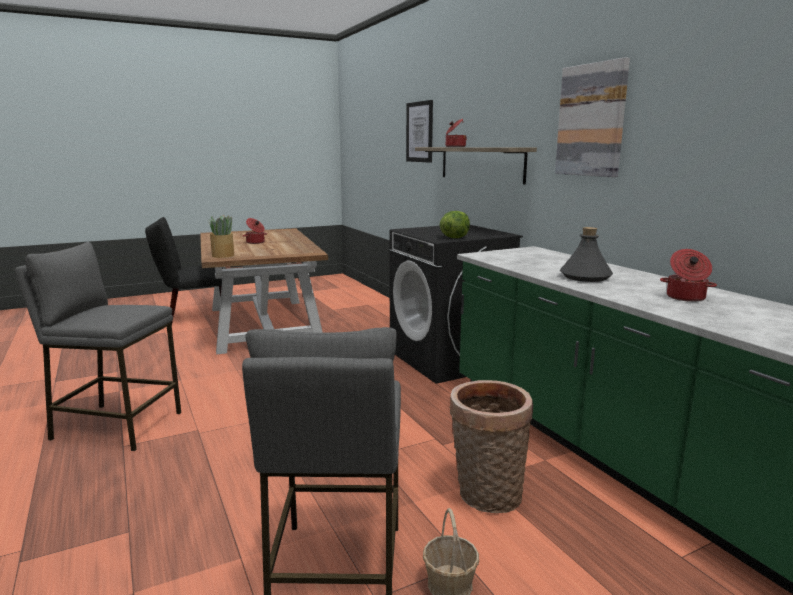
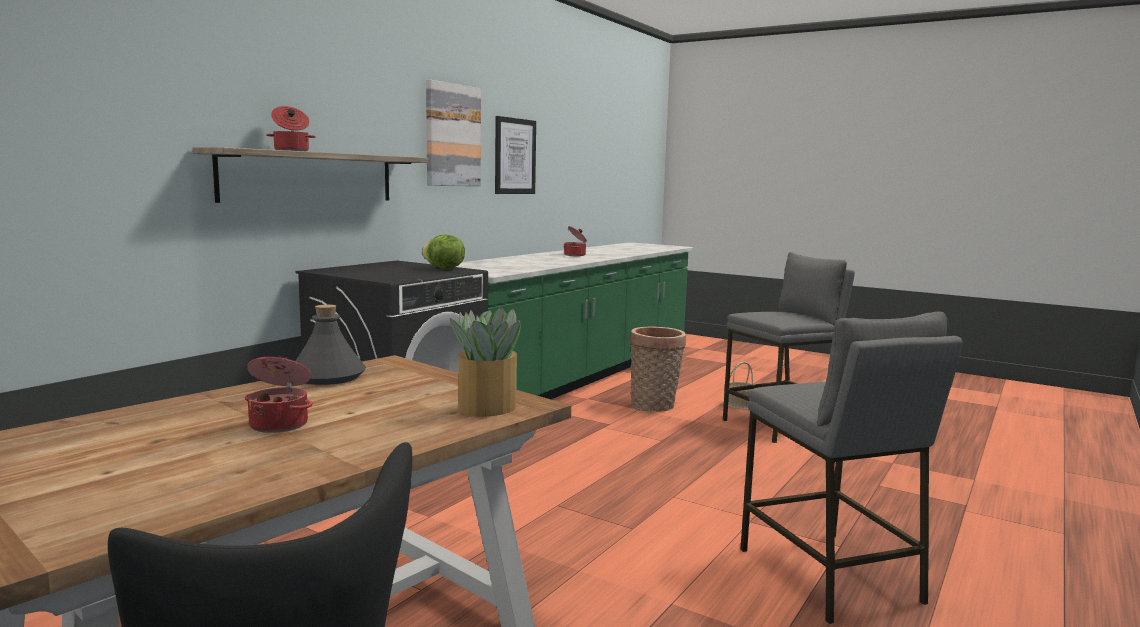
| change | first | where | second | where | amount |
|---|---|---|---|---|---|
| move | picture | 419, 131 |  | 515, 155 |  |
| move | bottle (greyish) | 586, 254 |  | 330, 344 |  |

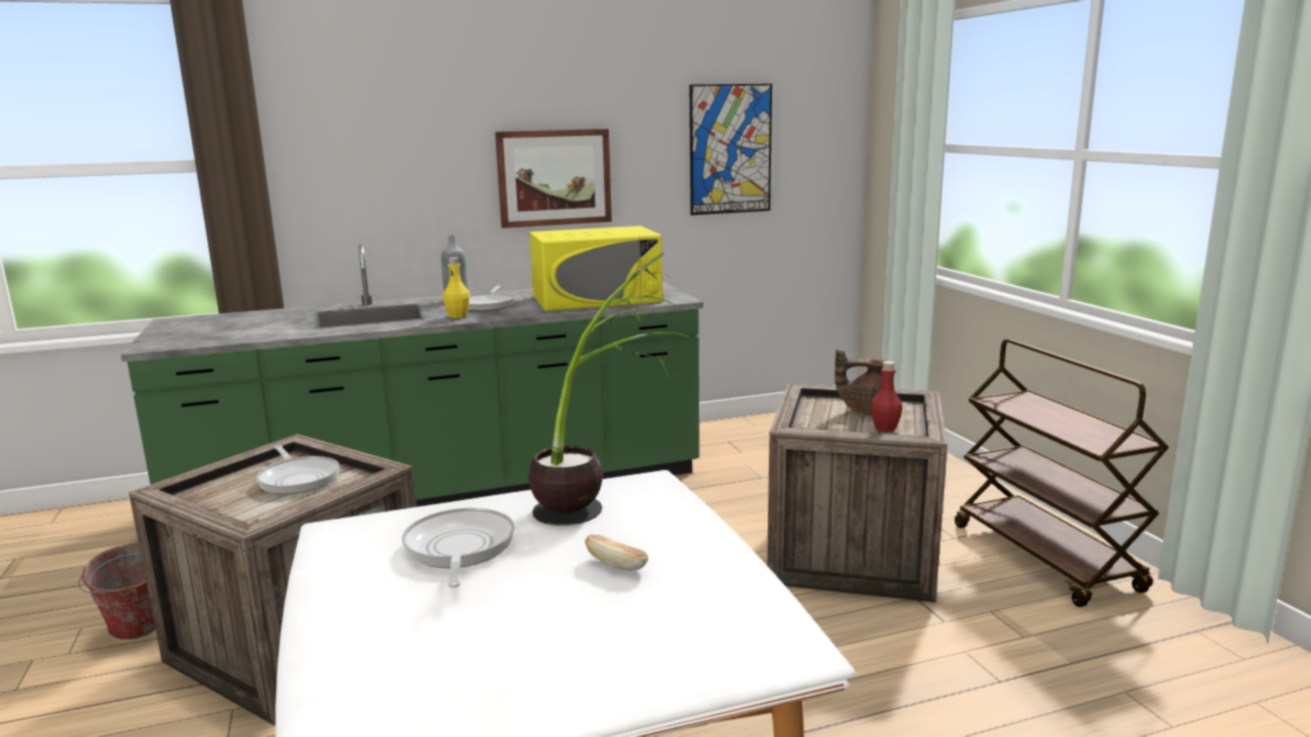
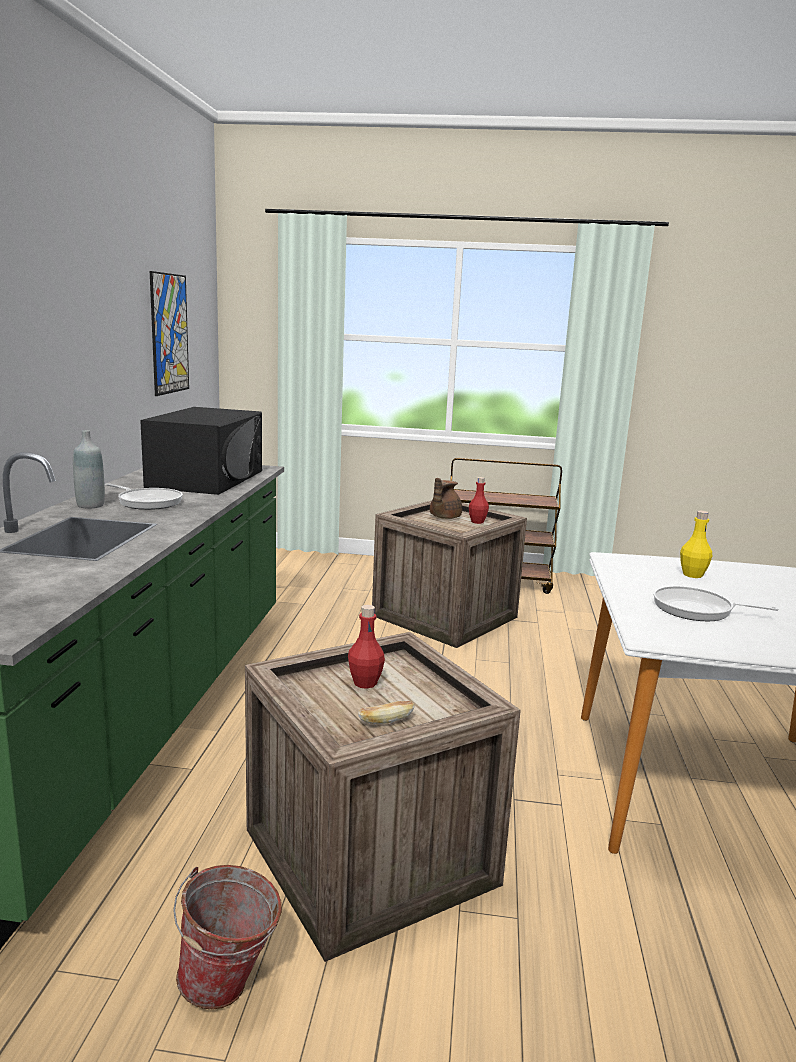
| change | first | where | second | where | amount |
|---|---|---|---|---|---|
| delete | picture | 553, 178 |  |  |  |
| recolor | microwave (yellow-coloured) | 596, 268 | microwave (black-coloured) | 201, 451 |  |
| delete | plant in a pot | 609, 389 |  |  |  |
| move | bottle (yellow-coloured) | 456, 287 |  | 696, 544 |  |
| replace | frying pan | 297, 469 | bottle (red) | 366, 647 |  |
| move | bakery bread | 616, 552 |  | 386, 712 |  |

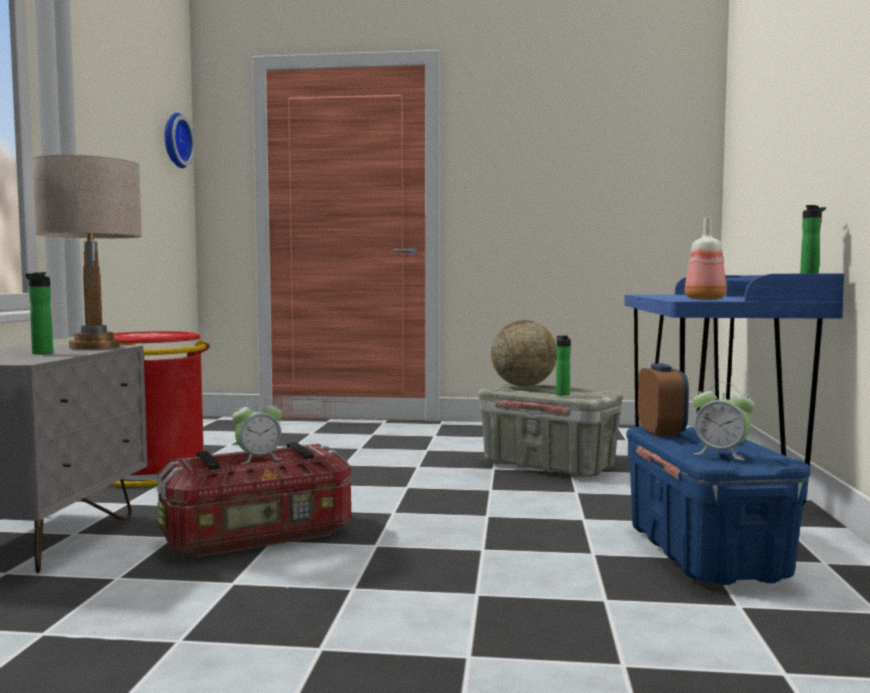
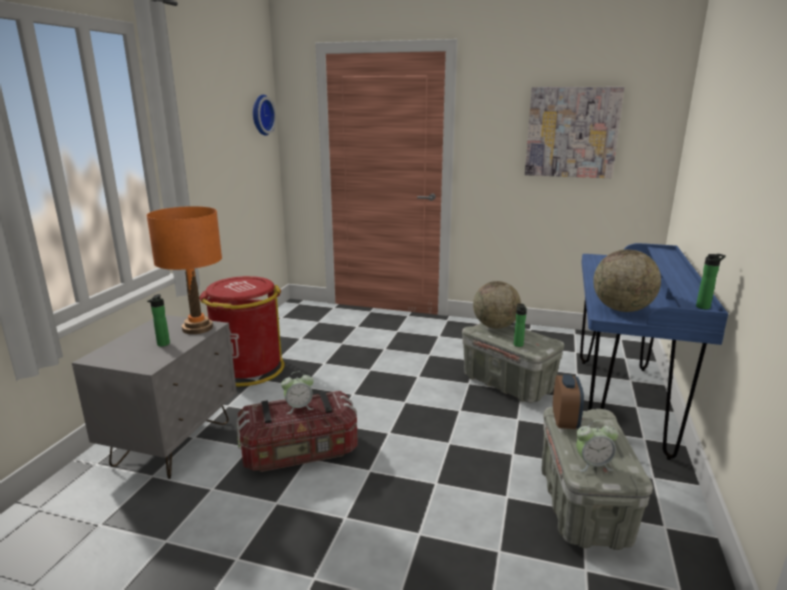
| change | first | where | second | where | amount |
|---|---|---|---|---|---|
| recolor | table lamp (beige) | 87, 252 | table lamp (orangey) | 184, 270 |  |
| replace | bottle | 705, 259 | world globe | 627, 281 |  |
| rotate | alarm clock | 724, 421 |  | 597, 446 | 45 degrees counterclockwise |
| recolor | storage box (bluish) | 718, 506 | storage box (greyish) | 597, 478 |  |
| insert |  |  | picture | 574, 132 |  |

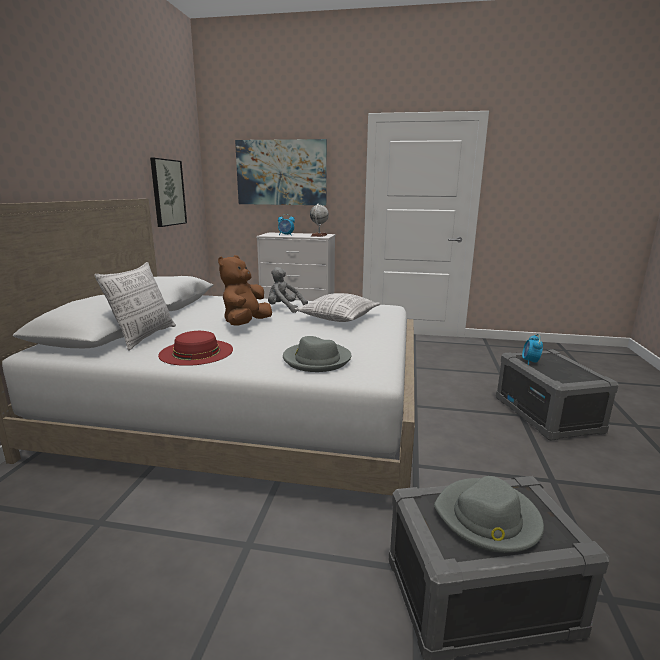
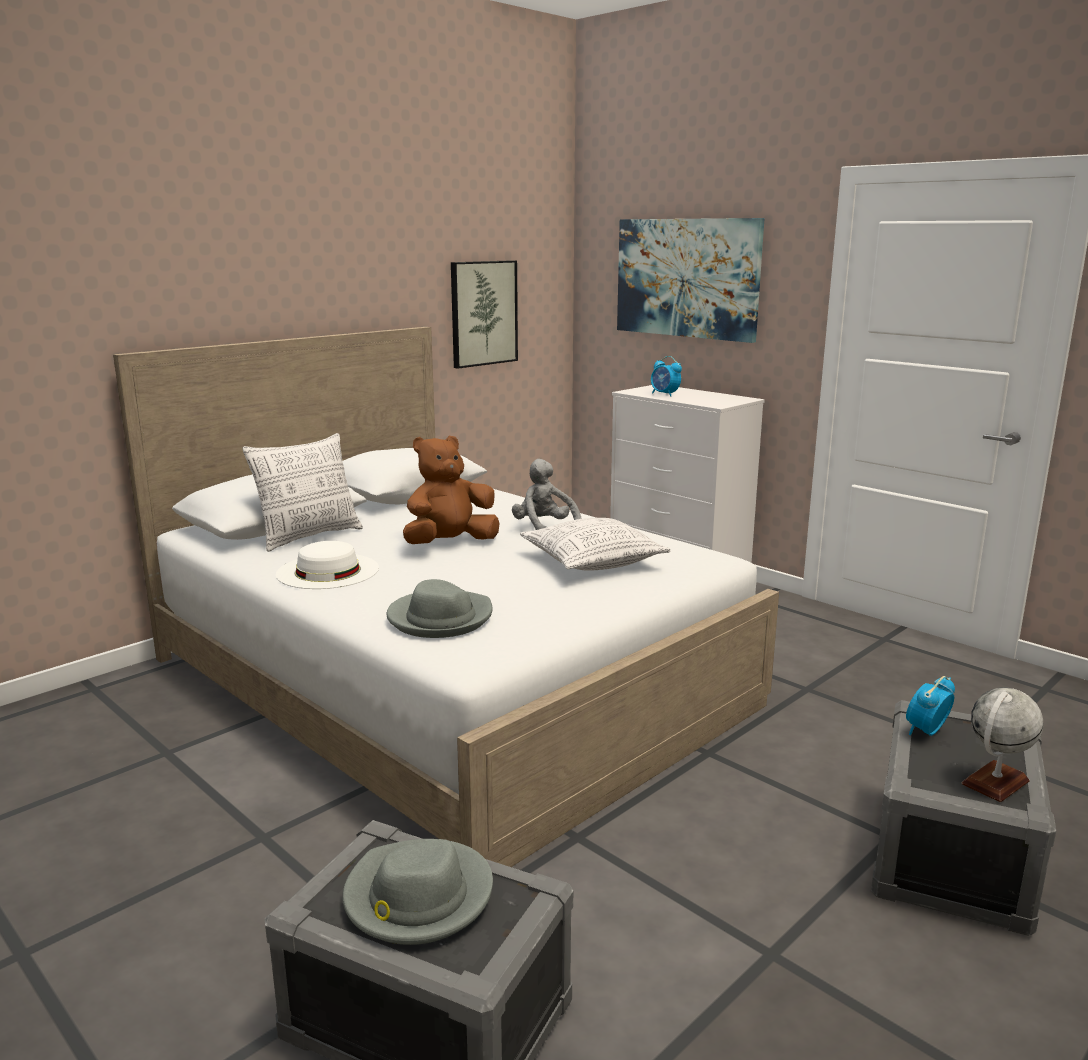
| change | first | where | second | where | amount |
|---|---|---|---|---|---|
| move | world globe | 319, 220 |  | 1002, 744 |  |
| recolor | hat (red) | 195, 348 | hat (white-coloured) | 327, 565 |  |

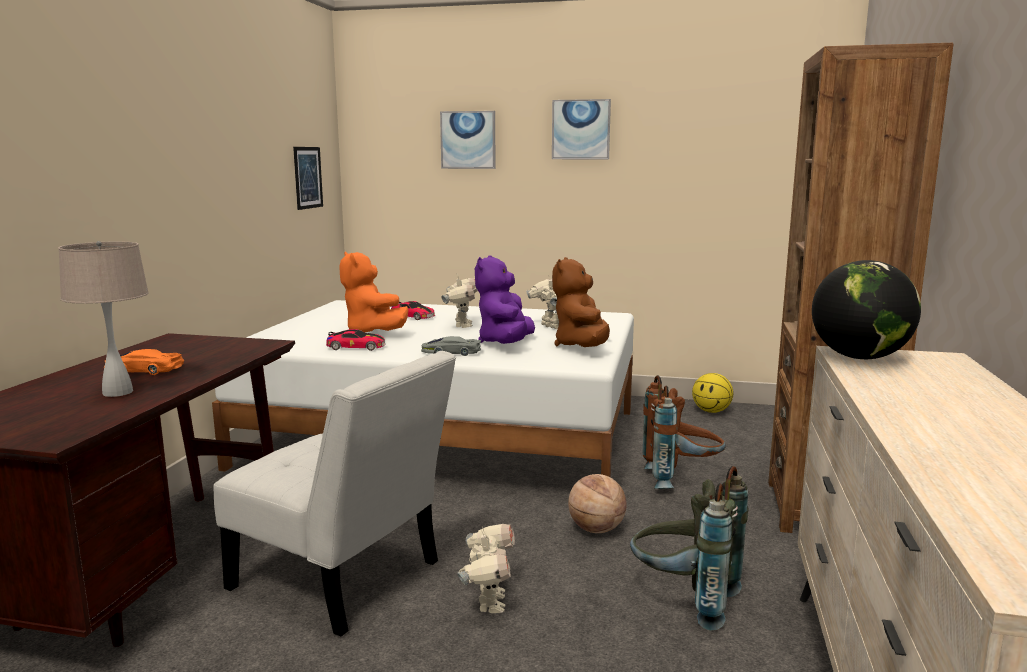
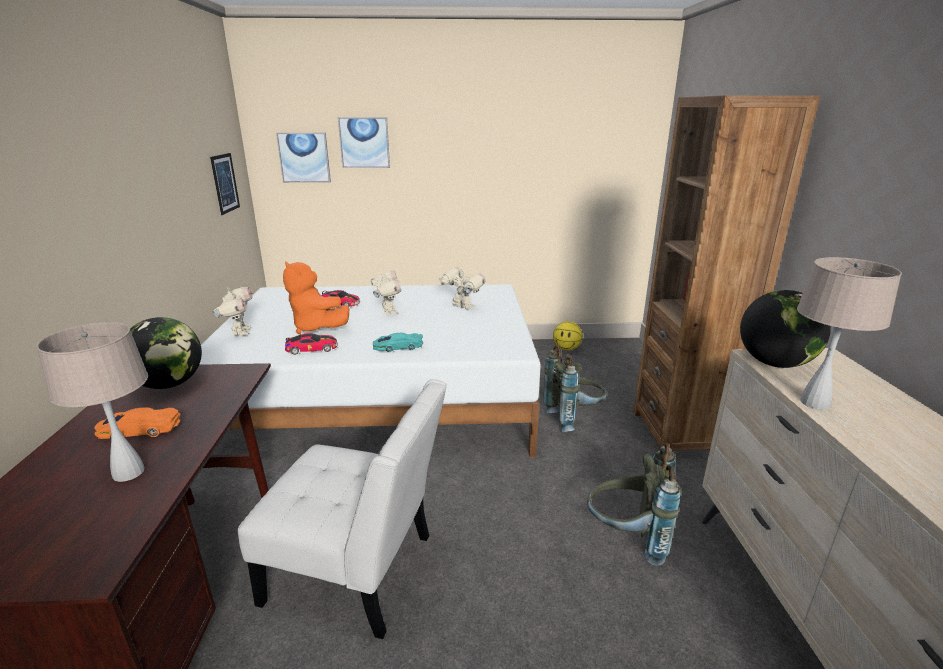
| change | first | where | second | where | amount |
|---|---|---|---|---|---|
| move | picture | 581, 129 |  | 303, 157 |  |
| delete | soft toy (purple-coloured) | 505, 299 |  |  |  |
| delete | soft toy (brown) | 581, 302 |  |  |  |
| recolor | toy car (greyish) | 451, 346 | toy car (blue-green) | 398, 342 |  |
| recolor | knapsack (brown) | 684, 432 | knapsack (greyish) | 575, 388 |  |
| delete | basketball | 597, 503 |  |  |  |
| move | model robot | 486, 568 |  | 232, 311 |  |
| insert |  |  | table lamp (beige) | 849, 333 |  |
| insert |  |  | world globe | 166, 353 |  |

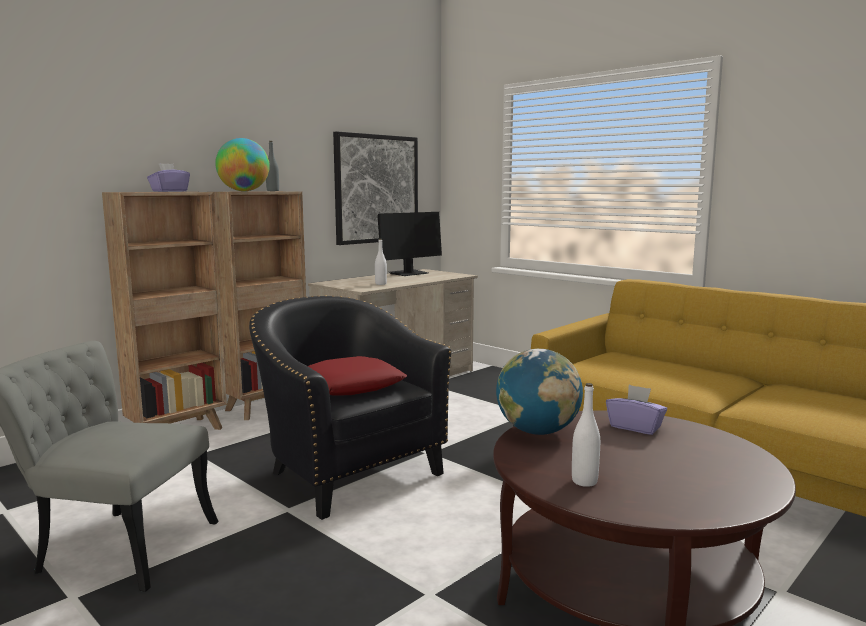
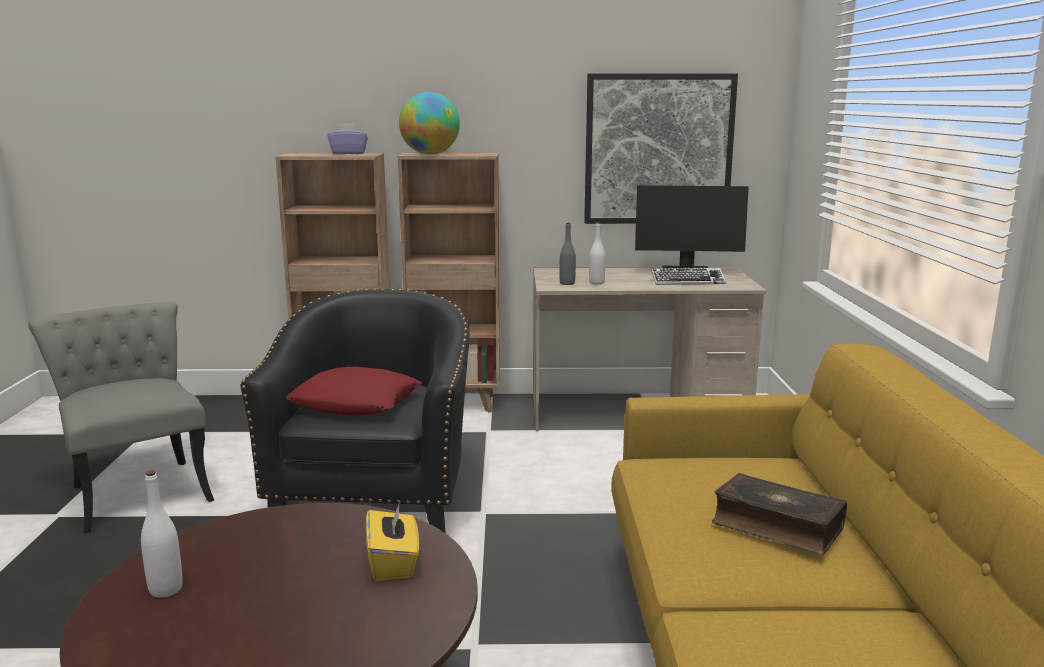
| change | first | where | second | where | amount |
|---|---|---|---|---|---|
| move | bottle (greyish) | 272, 166 |  | 567, 254 |  |
| delete | world globe | 539, 392 |  |  |  |
| recolor | tissue holder (purple-coloured) | 636, 410 | tissue holder (yellow-coloured) | 392, 541 |  |
| insert |  |  | keyboard | 688, 276 |  |
| insert |  |  | book | 779, 514 |  |

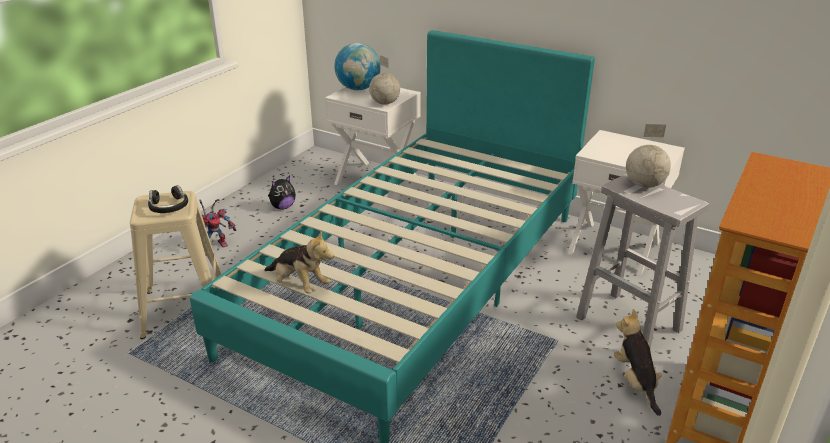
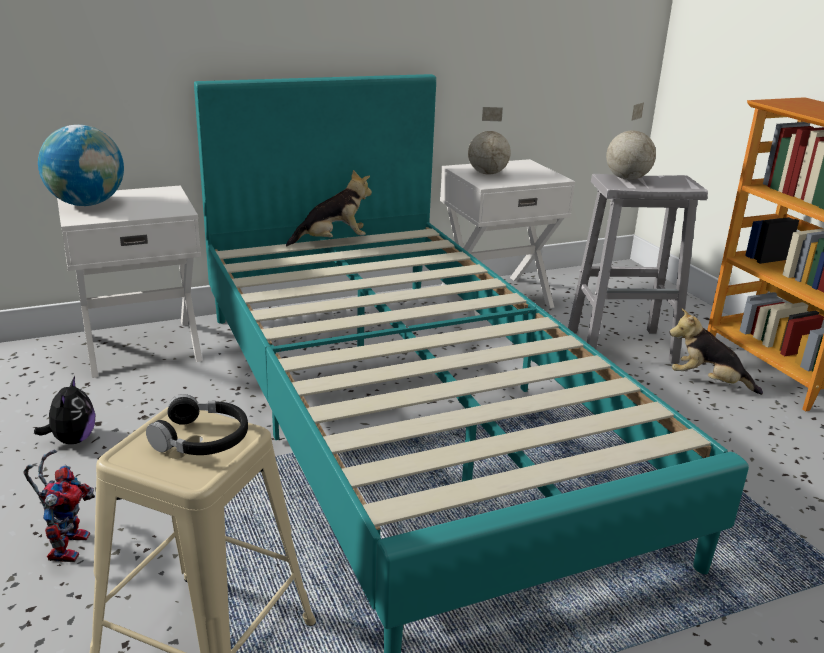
| change | first | where | second | where | amount |
|---|---|---|---|---|---|
| move | world globe | 384, 80 |  | 489, 141 |  |
| move | soft toy | 299, 262 |  | 329, 208 |  |

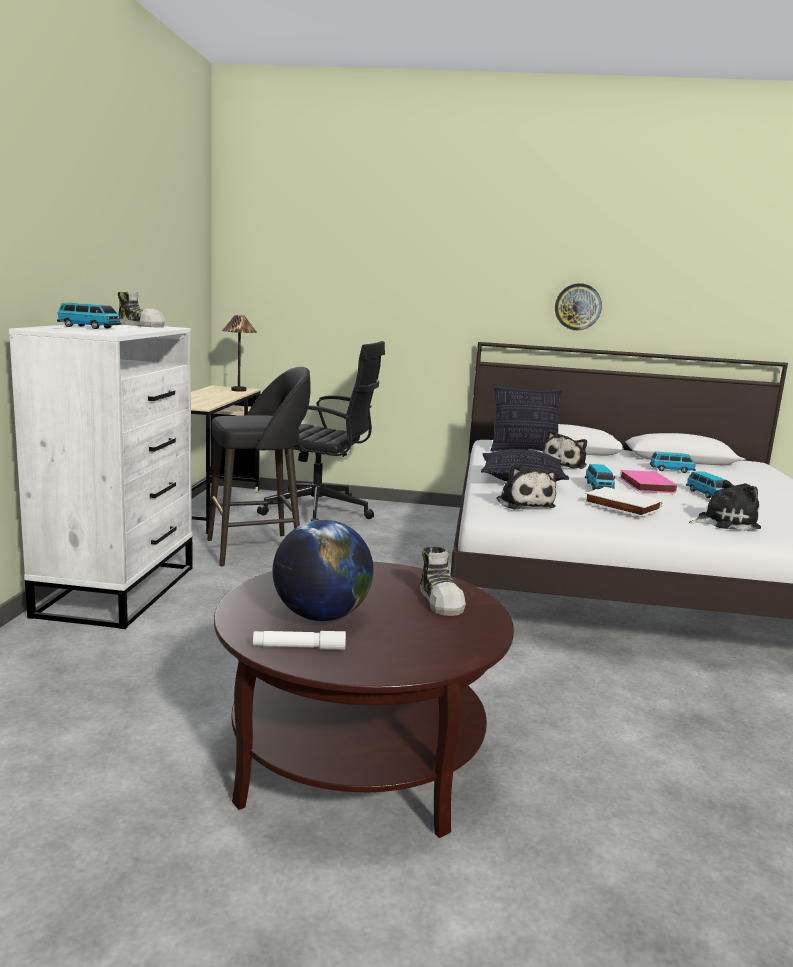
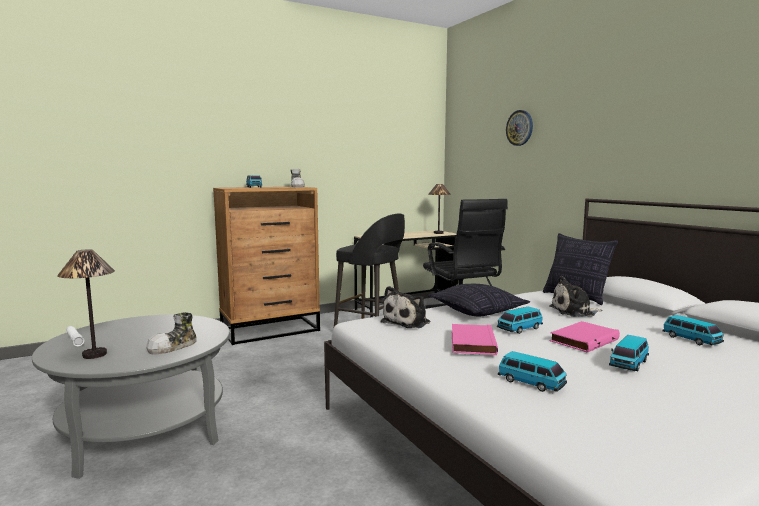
| change | first | where | second | where | amount |
|---|---|---|---|---|---|
| move | hanging clock | 578, 306 |  | 519, 128 |  |
| recolor | drawer chest (white-coloured) | 101, 476 | drawer chest (brown) | 266, 266 |  |
| replace | soft toy | 725, 505 | toy car | 532, 371 |  |
| recolor | book (white-coloured) | 623, 502 | book (pinkish) | 475, 339 |  |
| delete | world globe | 323, 570 |  |  |  |
| recolor | lounge table (brown) | 364, 700 | lounge table (greyish) | 131, 396 |  |
| insert |  |  | table lamp | 86, 304 |  |

